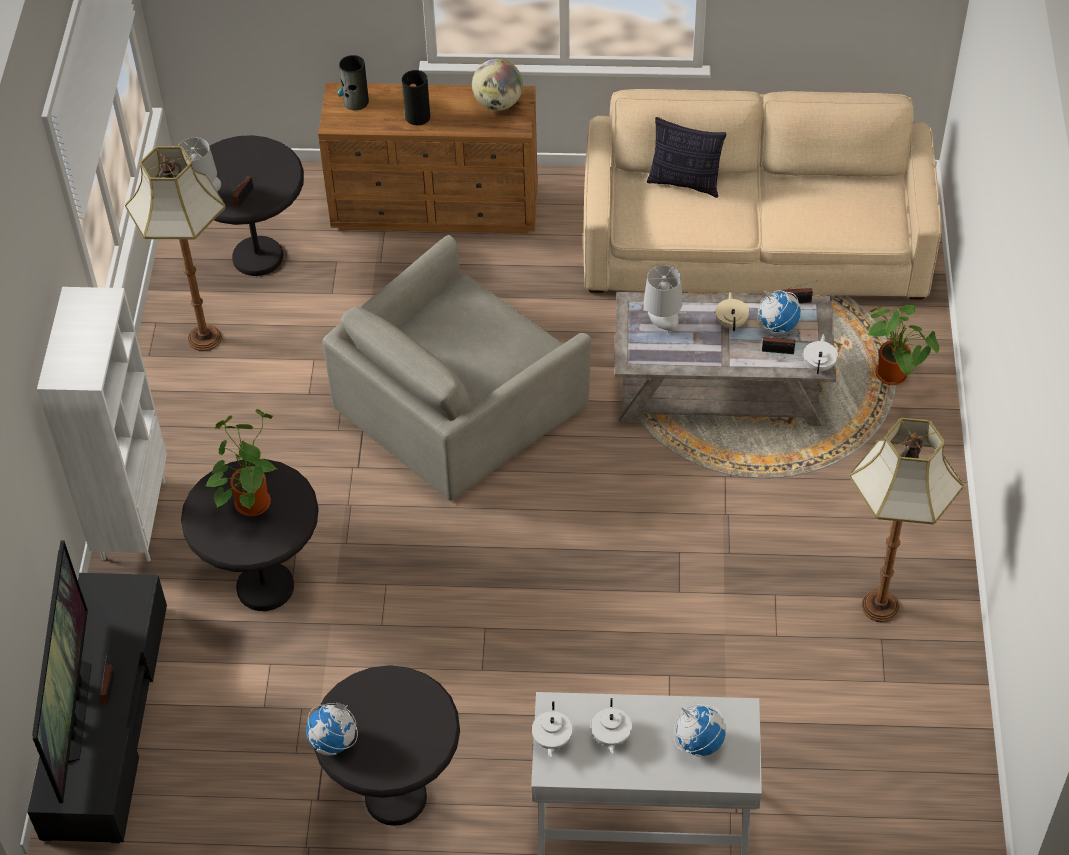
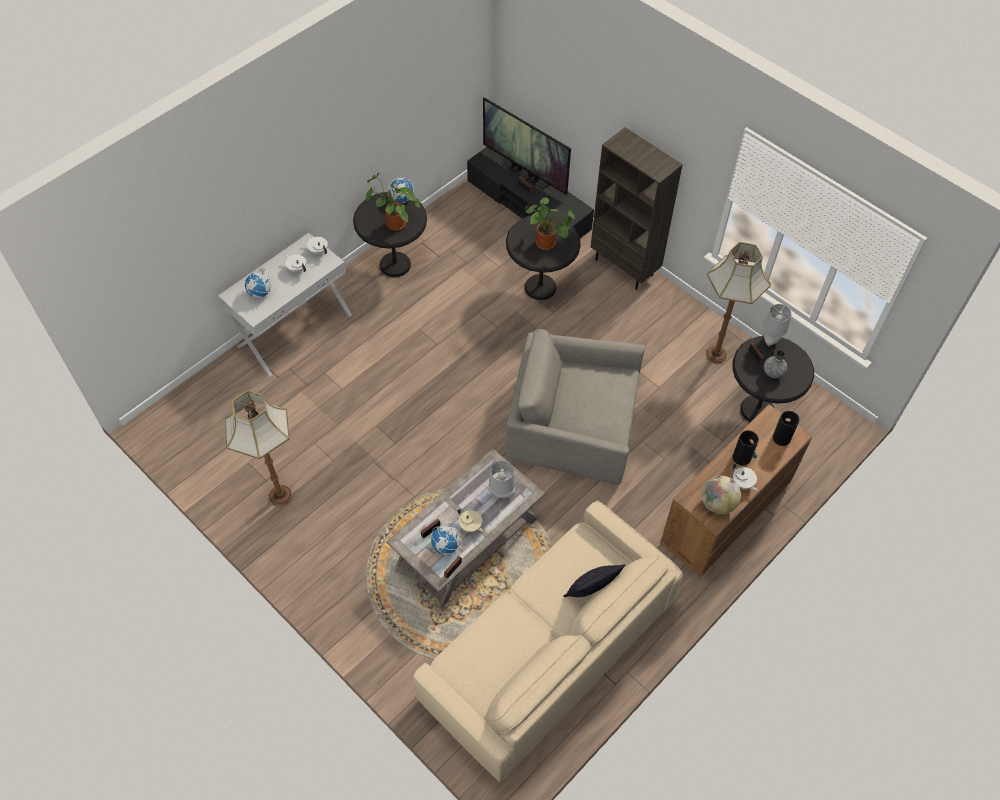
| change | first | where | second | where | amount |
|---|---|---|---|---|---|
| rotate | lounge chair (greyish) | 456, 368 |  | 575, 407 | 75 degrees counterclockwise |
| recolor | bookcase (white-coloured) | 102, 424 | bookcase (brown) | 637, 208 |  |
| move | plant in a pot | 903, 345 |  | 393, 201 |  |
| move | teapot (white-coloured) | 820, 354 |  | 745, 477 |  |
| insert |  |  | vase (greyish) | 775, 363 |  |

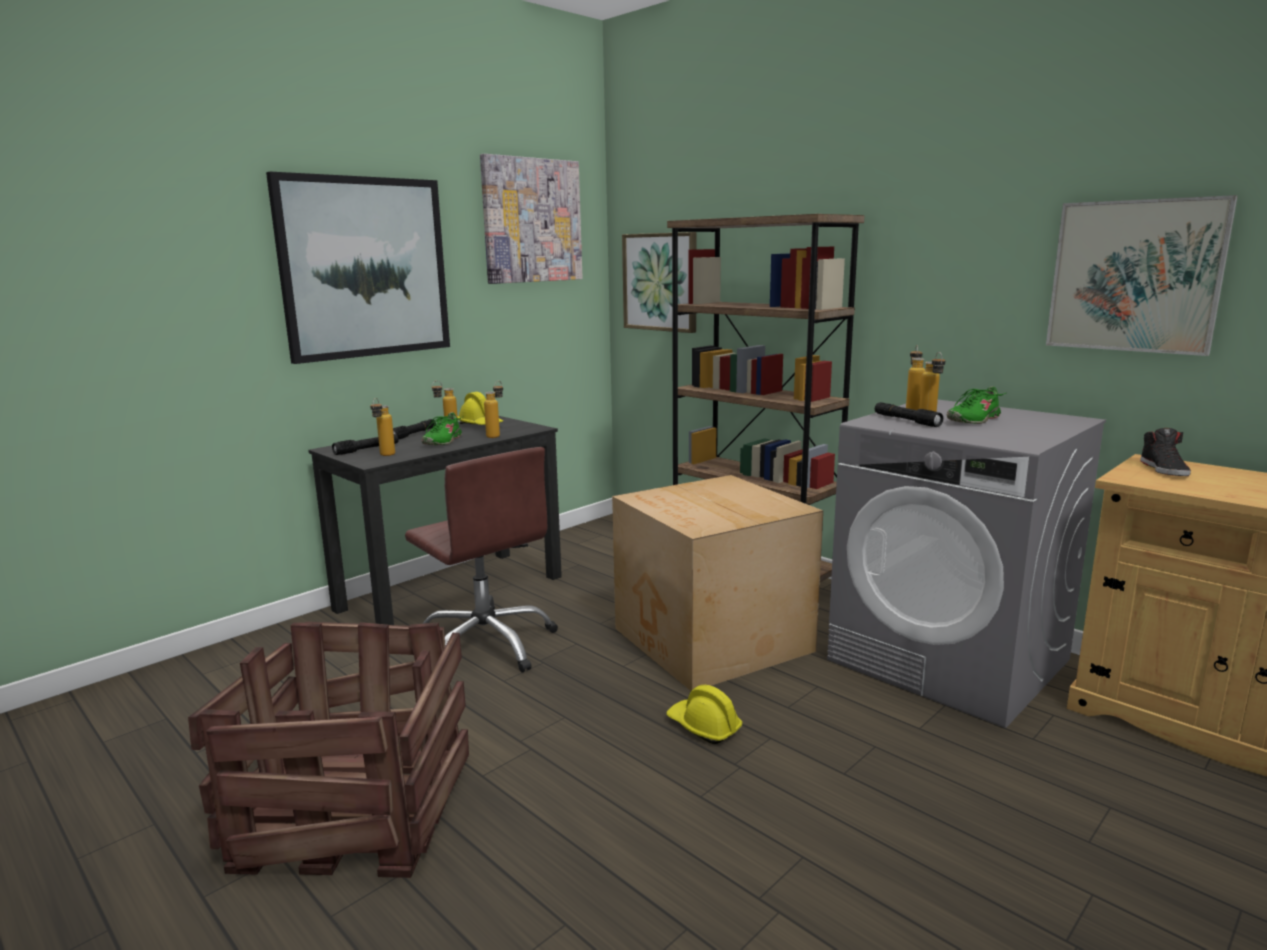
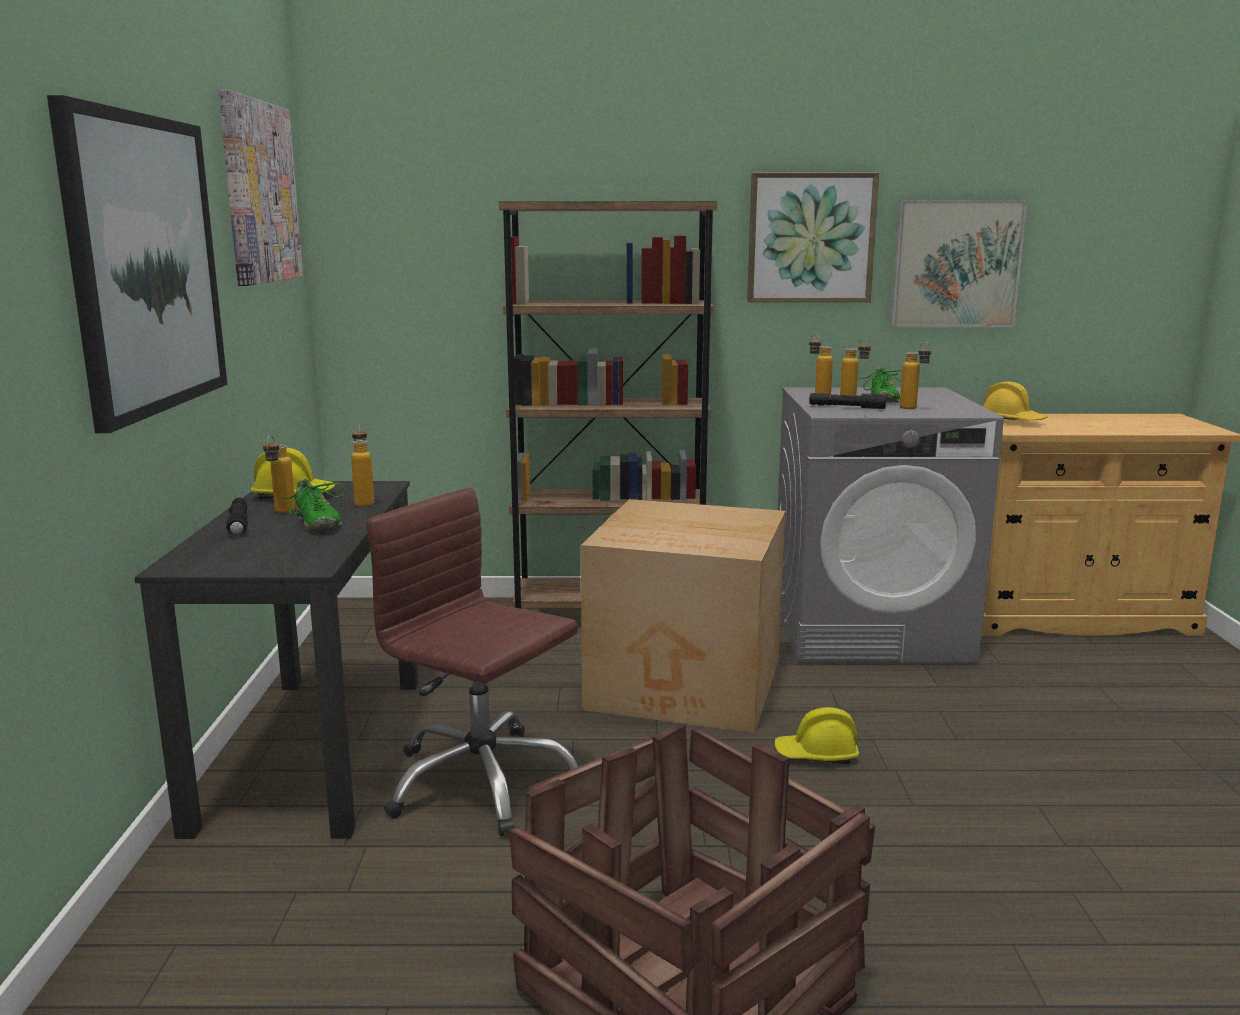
| change | first | where | second | where | amount |
|---|---|---|---|---|---|
| move | picture | 659, 282 |  | 813, 237 |  |
| move | bottle | 382, 427 |  | 916, 375 |  |
| replace | shoe (black-coloured) | 1165, 452 | hard hat (yellow-coloured) | 1015, 401 |  |
| delete | torch (black-coloured) | 365, 444 |  |  |  |
| rotate | office chair (brown) | 481, 560 |  | 474, 662 | 150 degrees counterclockwise |

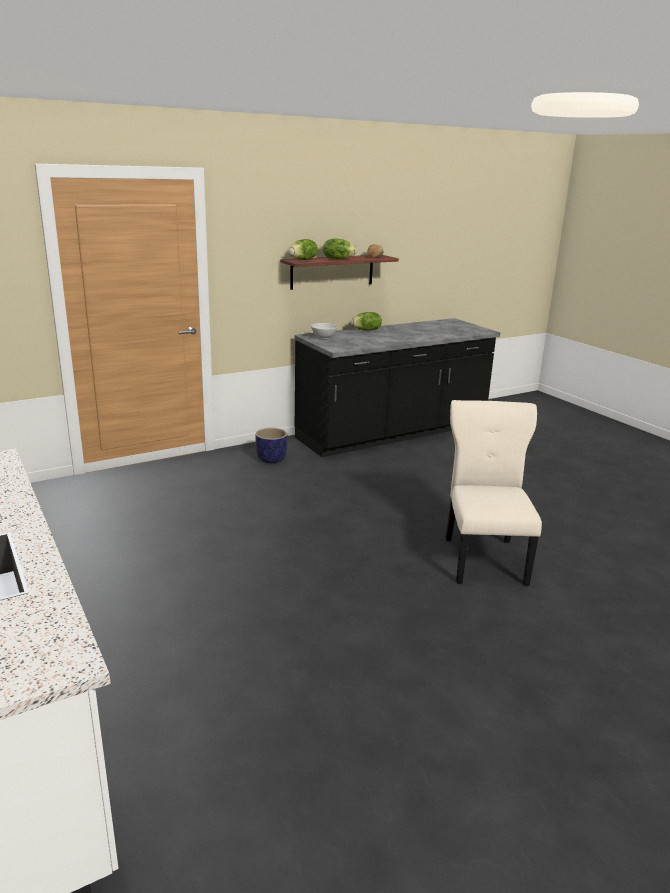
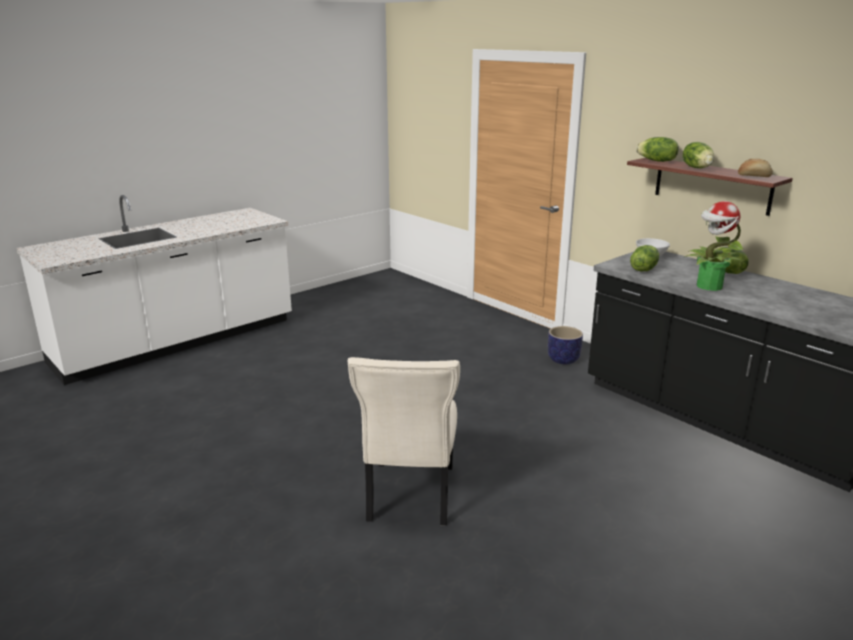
| change | first | where | second | where | amount |
|---|---|---|---|---|---|
| rotate | upright chair (beige) | 493, 493 |  | 404, 441 | 105 degrees clockwise |
| insert |  |  | plant in a pot | 714, 246 |  |
| insert |  |  | lettuce head | 644, 258 |  |

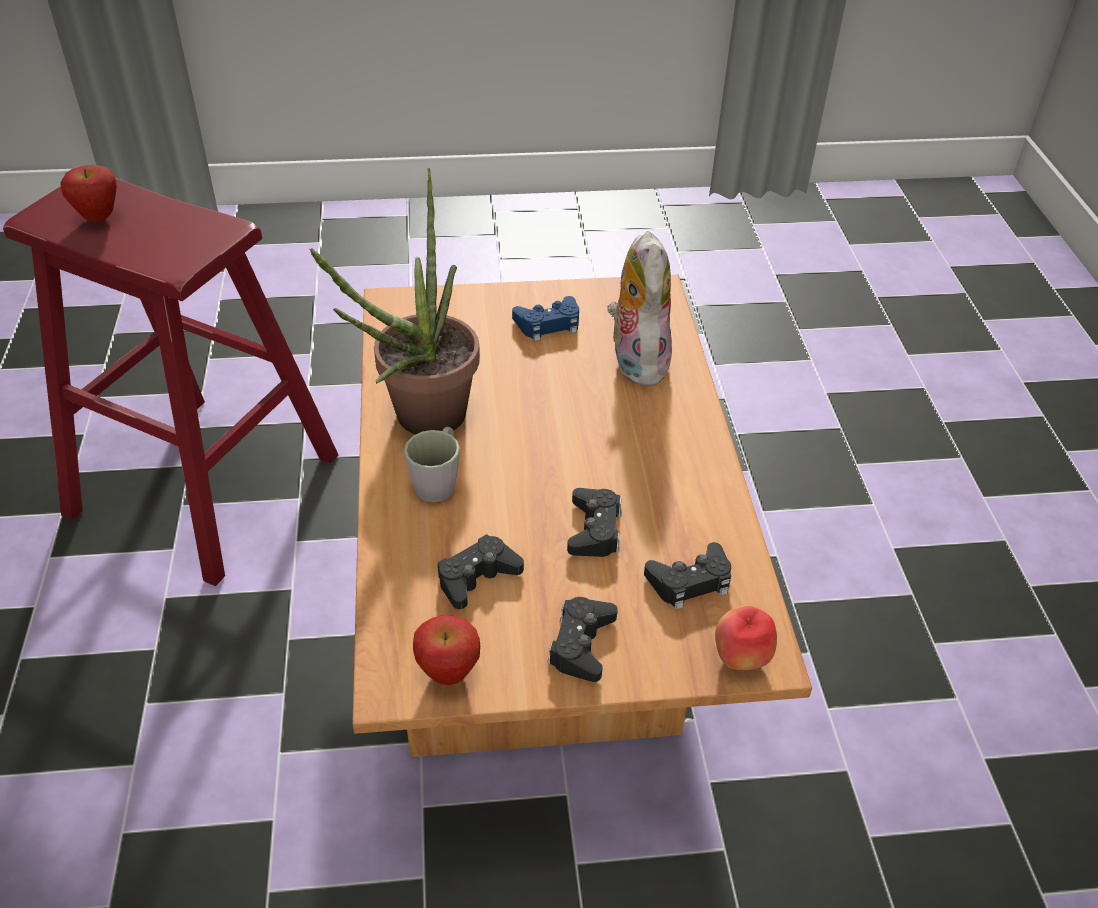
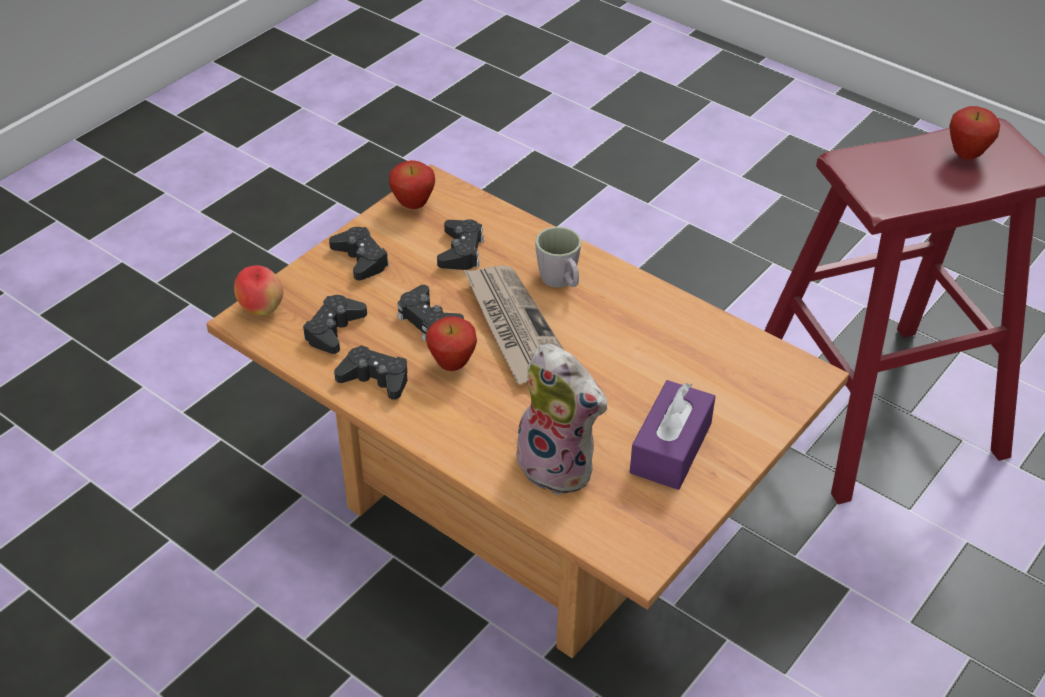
| change | first | where | second | where | amount |
|---|---|---|---|---|---|
| delete | plant in a pot | 395, 301 |  |  |  |
| replace | game controller (bluish) | 545, 318 | tissue holder (purple-coloured) | 673, 435 |  |
| insert |  |  | newspaper | 513, 324 |  |
| insert |  |  | apple | 451, 343 |  |
| insert |  |  | game controller (black-coloured) | 370, 372 |  |

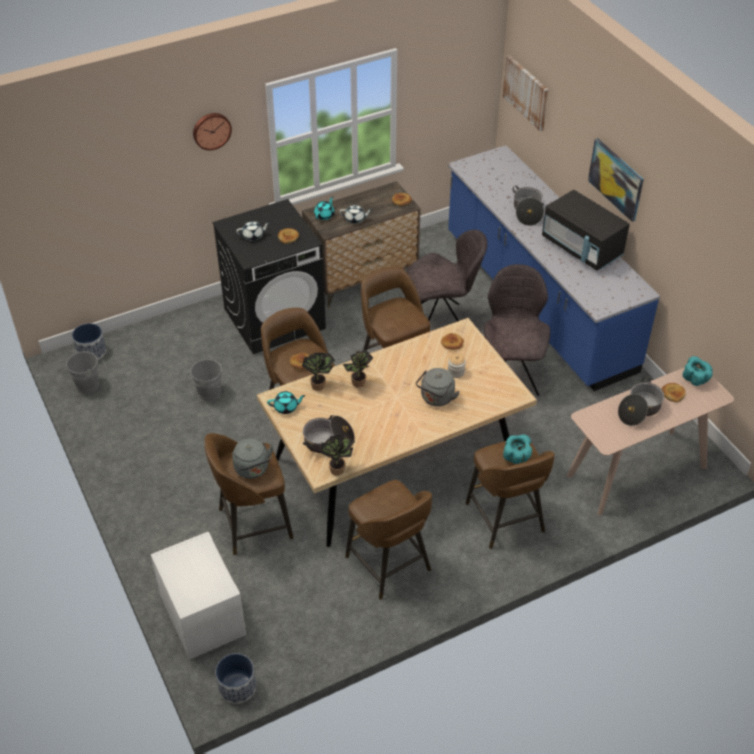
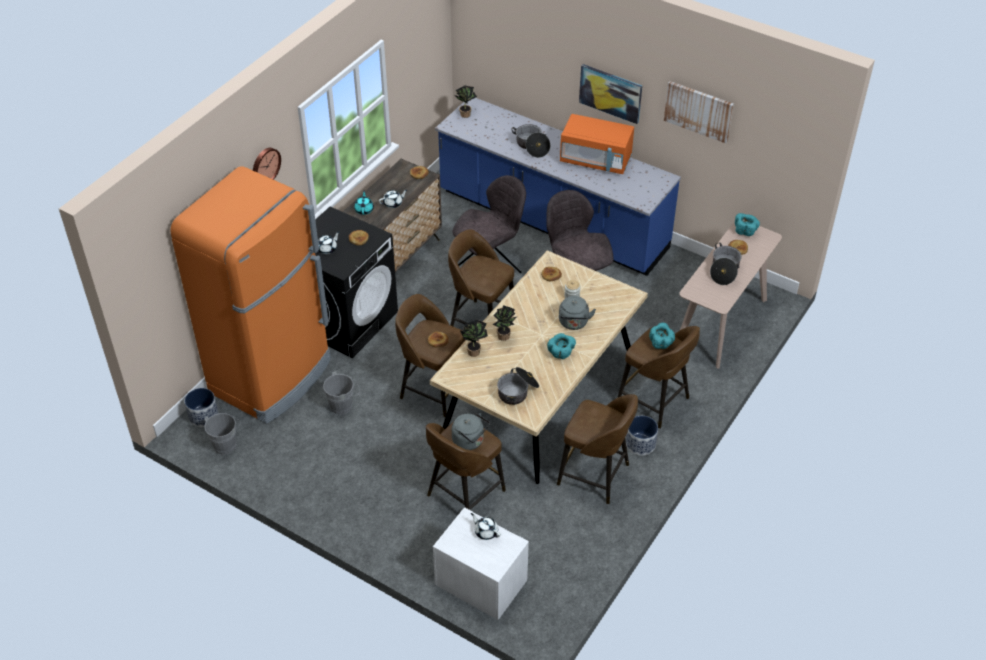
| change | first | where | second | where | amount |
|---|---|---|---|---|---|
| move | picture | 525, 93 |  | 699, 112 |  |
| recolor | microwave (black-coloured) | 586, 230 | microwave (orangey) | 597, 144 |  |
| delete | teapot (blue-green) | 286, 402 |  |  |  |
| move | plant in a pot | 338, 455 |  | 465, 102 |  |
| move | plant pot | 236, 678 |  | 642, 435 |  |
| insert |  |  | refrigerator (orangey) | 250, 295 |  |
| insert |  |  | deep dish (blue-green) | 561, 346 |  |
| insert |  |  | teapot (white-coloured) | 486, 526 |  |

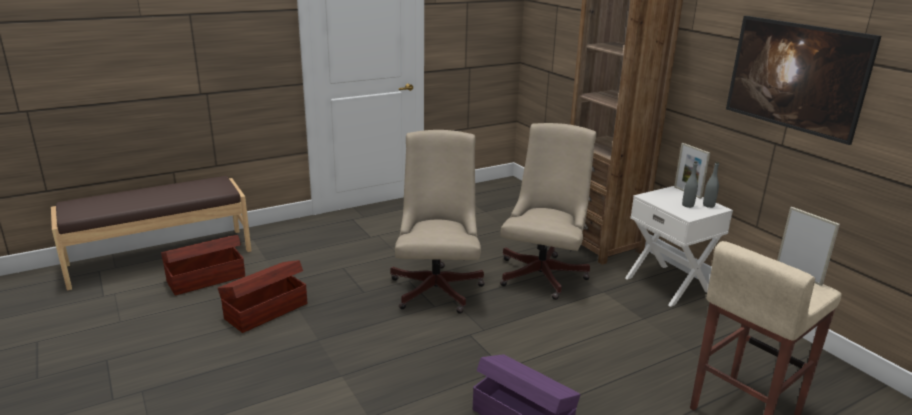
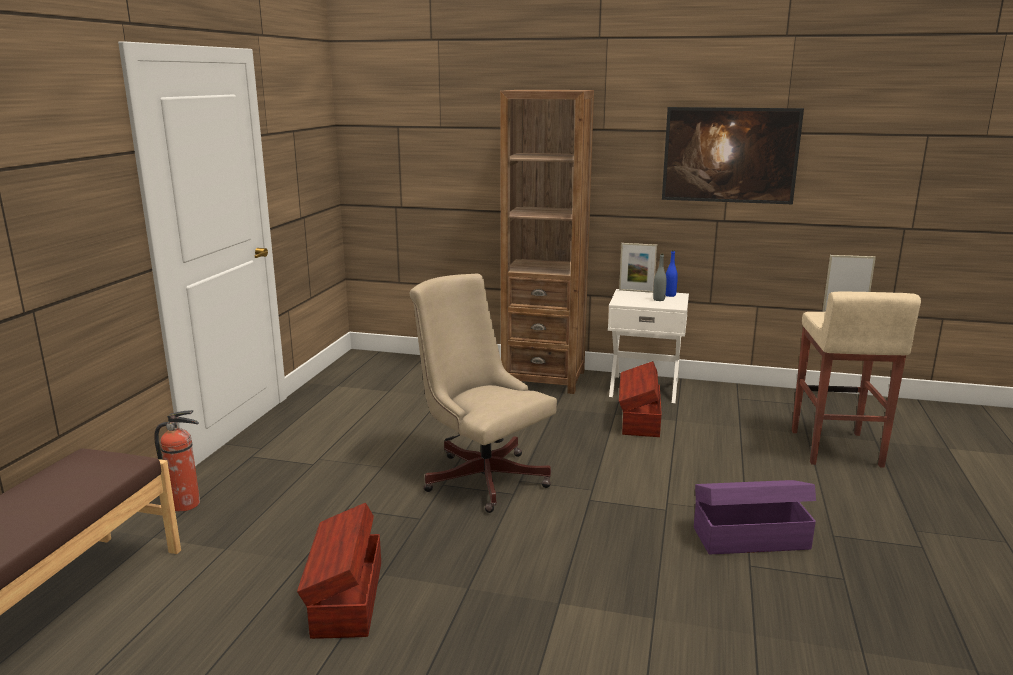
| change | first | where | second | where | amount |
|---|---|---|---|---|---|
| delete | office chair (beige) | 548, 211 |  |  |  |
| recolor | bottle (greyish) | 711, 185 | bottle (bluish) | 671, 273 |  |
| move | storage box (brown) | 203, 265 |  | 640, 399 |  |
| insert |  |  | extinguisher | 177, 460 |  |

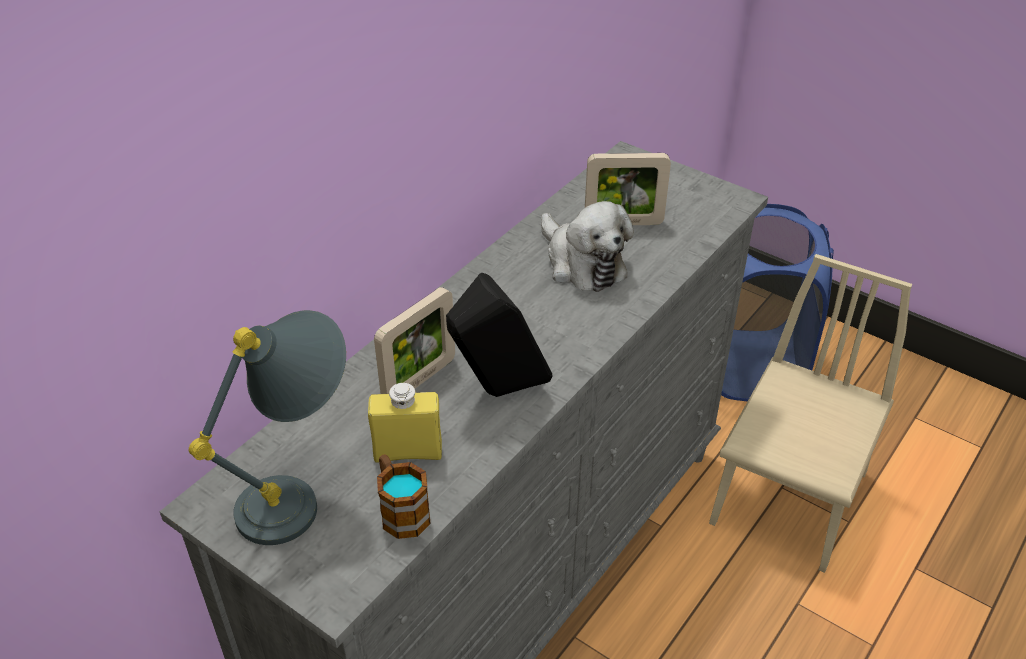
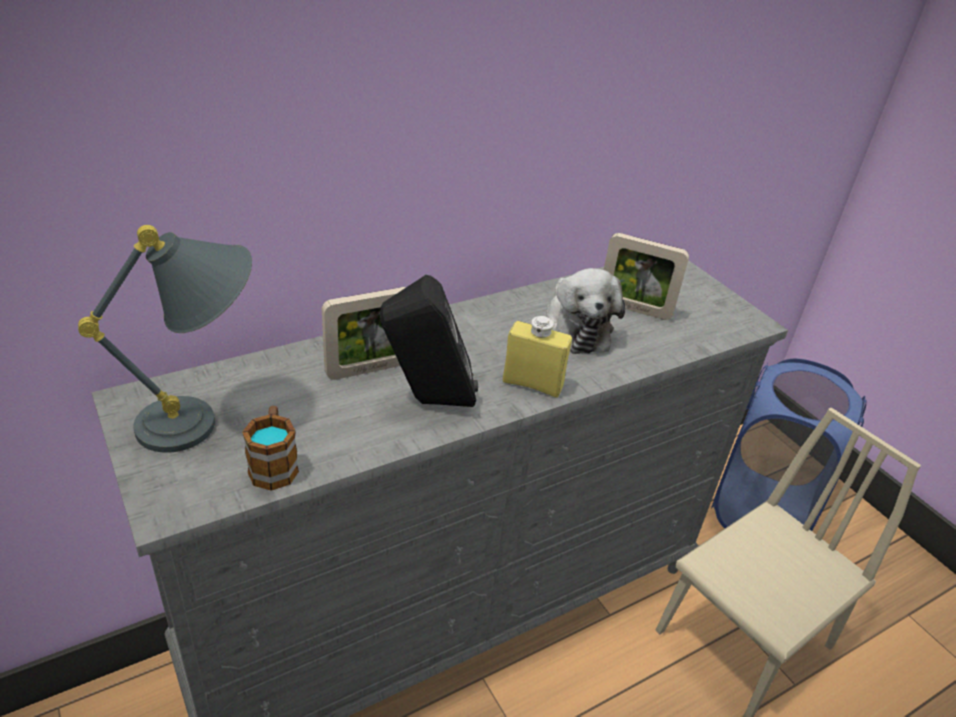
| change | first | where | second | where | amount |
|---|---|---|---|---|---|
| move | bottle (yellow-coloured) | 405, 423 |  | 537, 357 |  |

